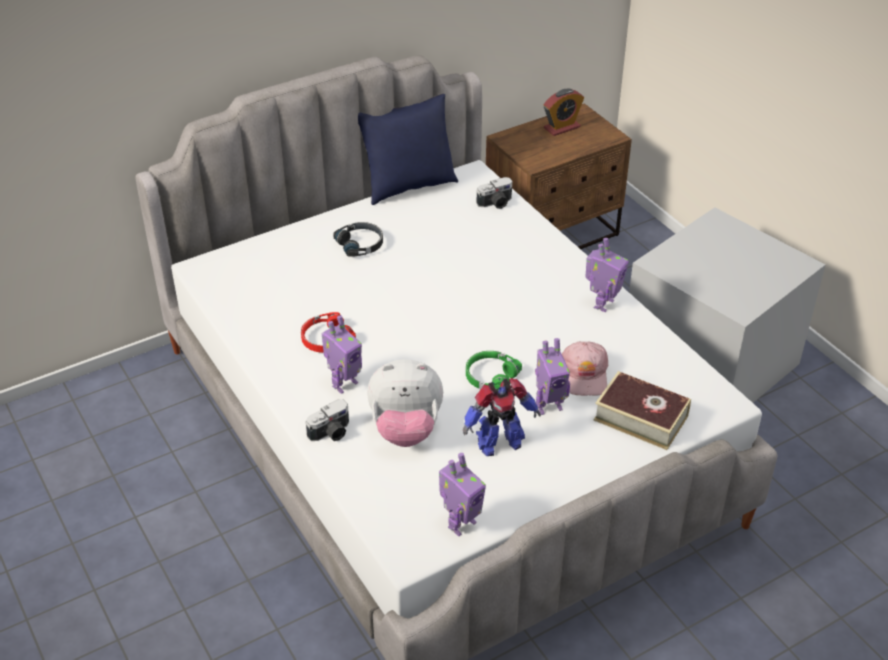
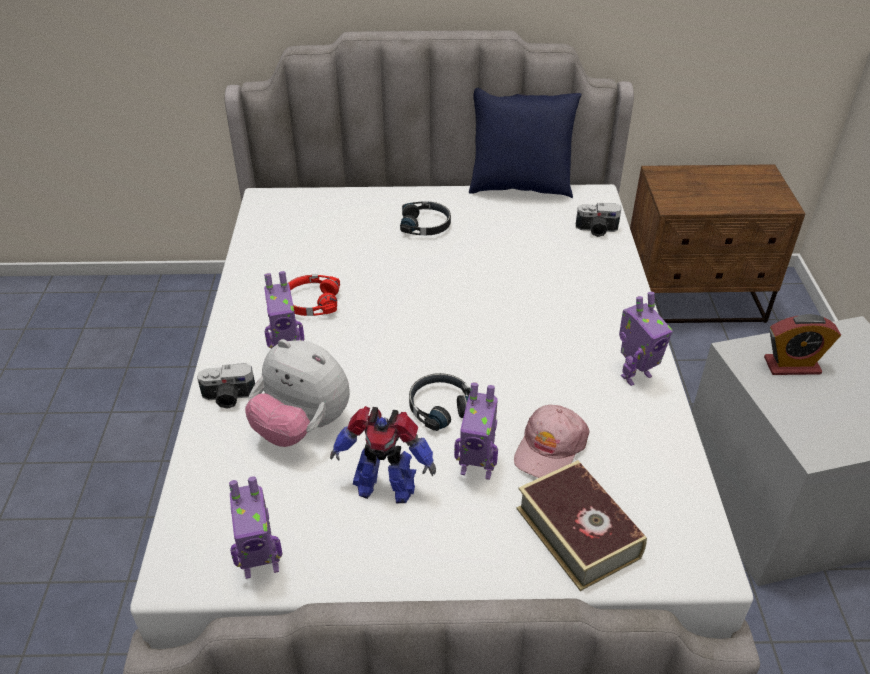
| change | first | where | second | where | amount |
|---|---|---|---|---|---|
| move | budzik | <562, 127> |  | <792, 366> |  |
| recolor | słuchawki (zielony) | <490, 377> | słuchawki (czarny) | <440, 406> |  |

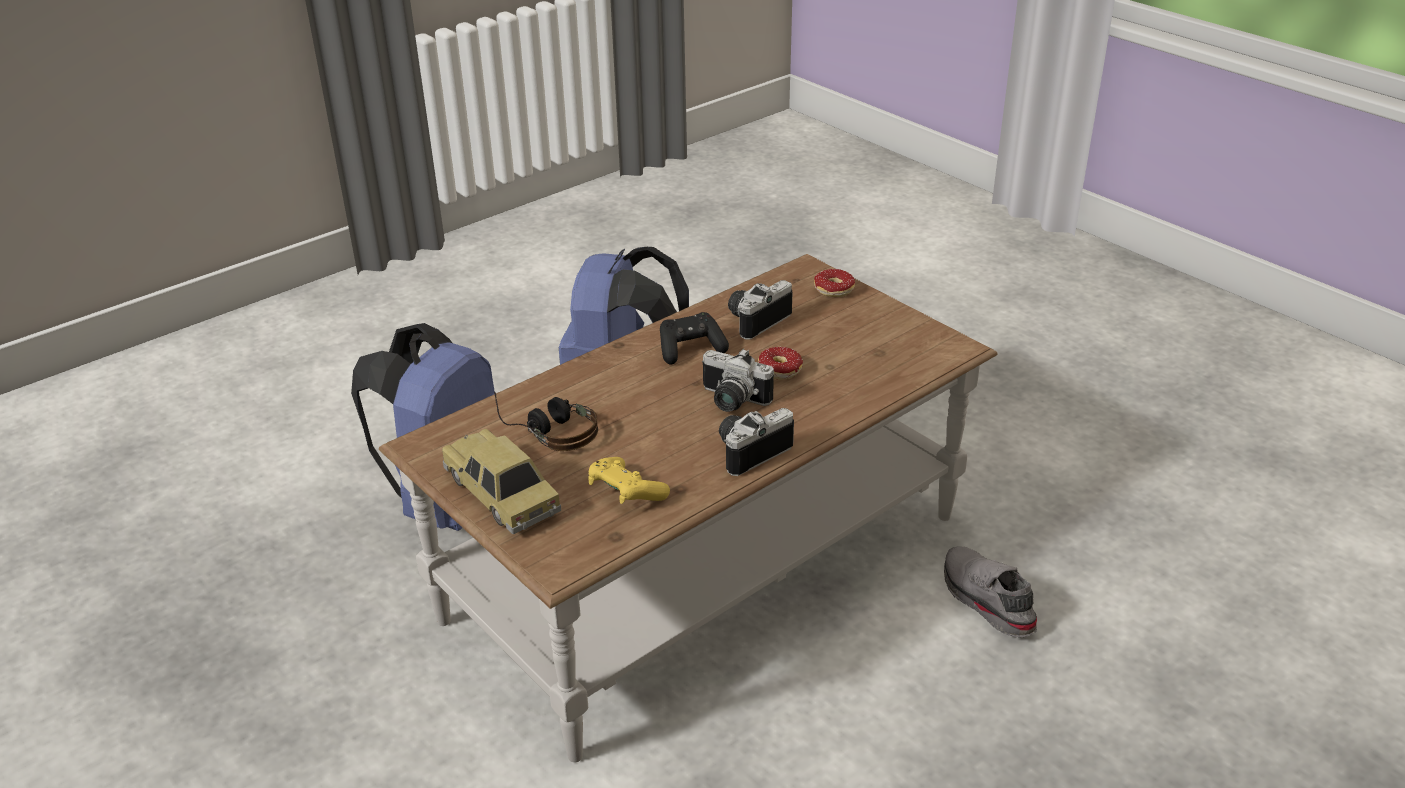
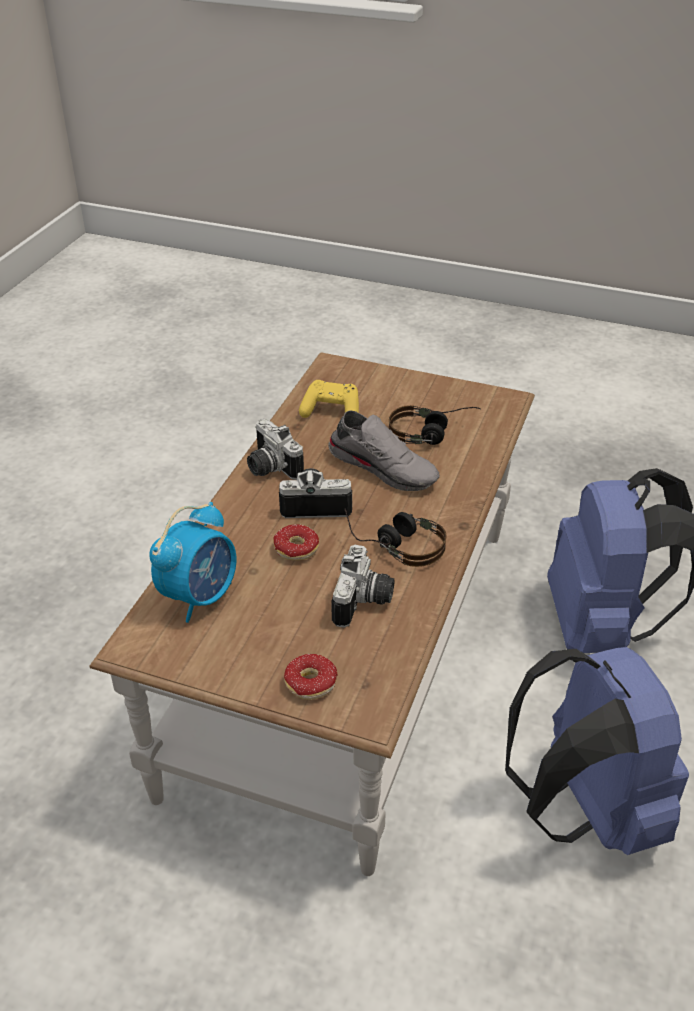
| change | first | where | second | where | amount |
|---|---|---|---|---|---|
| delete | samochodzik | <502, 494> |  |  |  |
| insert |  |  | budzik | <200, 596> |  |
| move | but (szary) | <985, 601> |  | <384, 467> |  |
| replace | pad do gier (czarny) | <690, 349> | słuchawki | <395, 543> |  |
| rotate | aparat fotograficzny | <749, 450> |  | <269, 467> | 120 degrees clockwise |

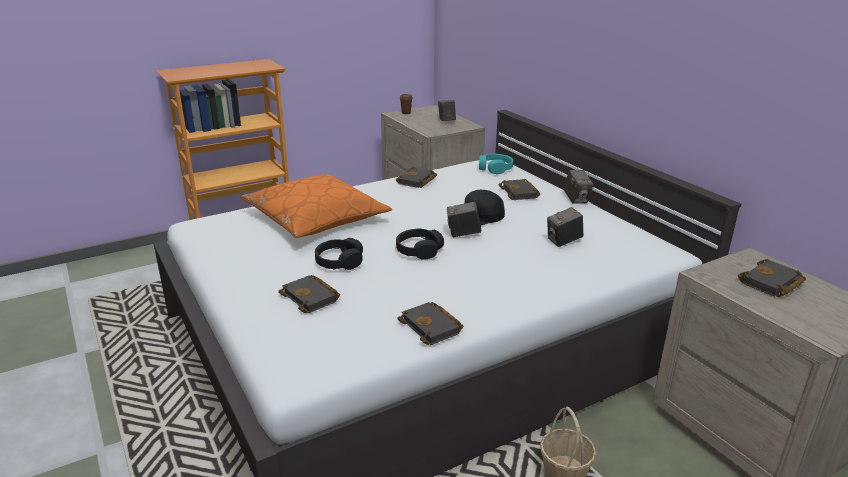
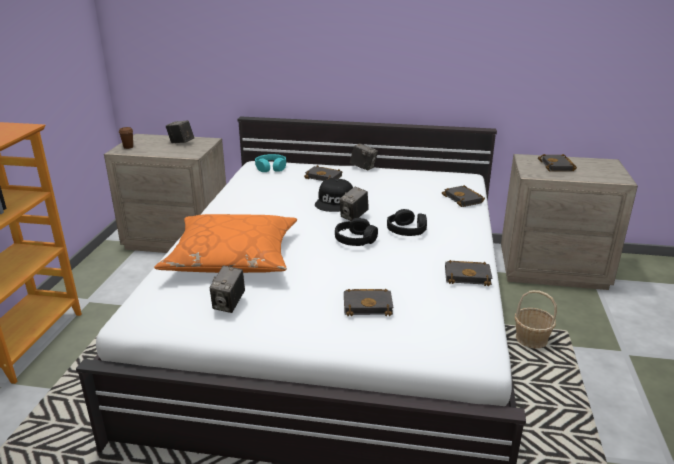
| change | first | where | second | where | amount |
|---|---|---|---|---|---|
| move | słuchawki (czarny) | <339, 262> |  | <407, 230> |  |
| move | książka (czarny) | <417, 181> |  | <464, 199> |  |
| move | aparat fotograficzny | <563, 241> |  | <229, 304> |  |

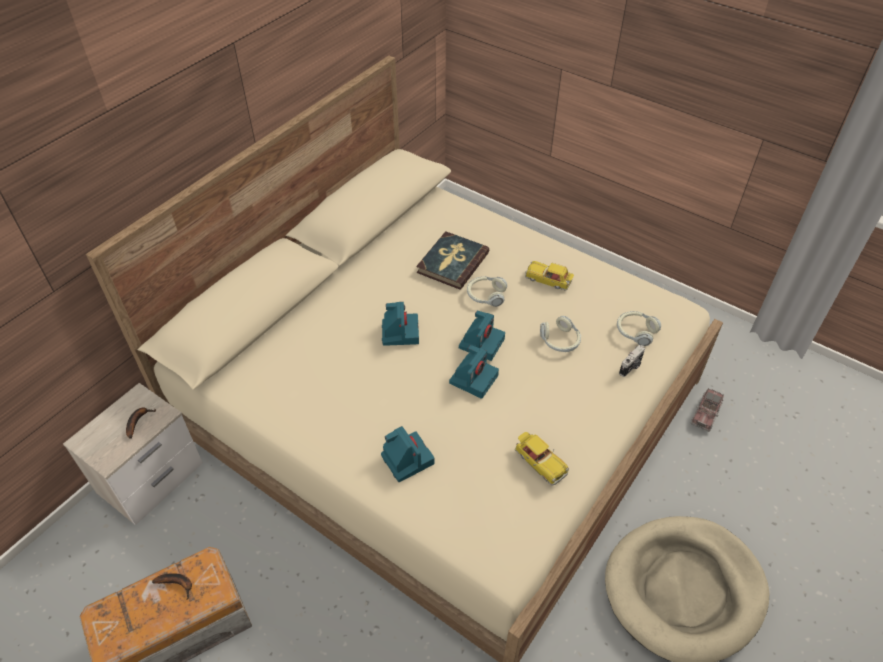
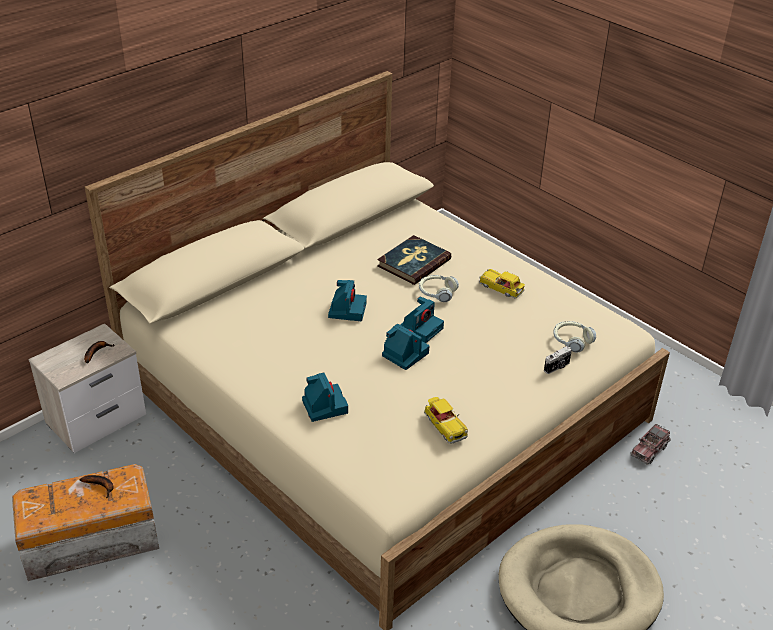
| change | first | where | second | where | amount |
|---|---|---|---|---|---|
| delete | słuchawki | <560, 341> |  |  |  |
| rotate | aparat fotograficzny | <473, 378> |  | <404, 354> | 90 degrees counterclockwise |

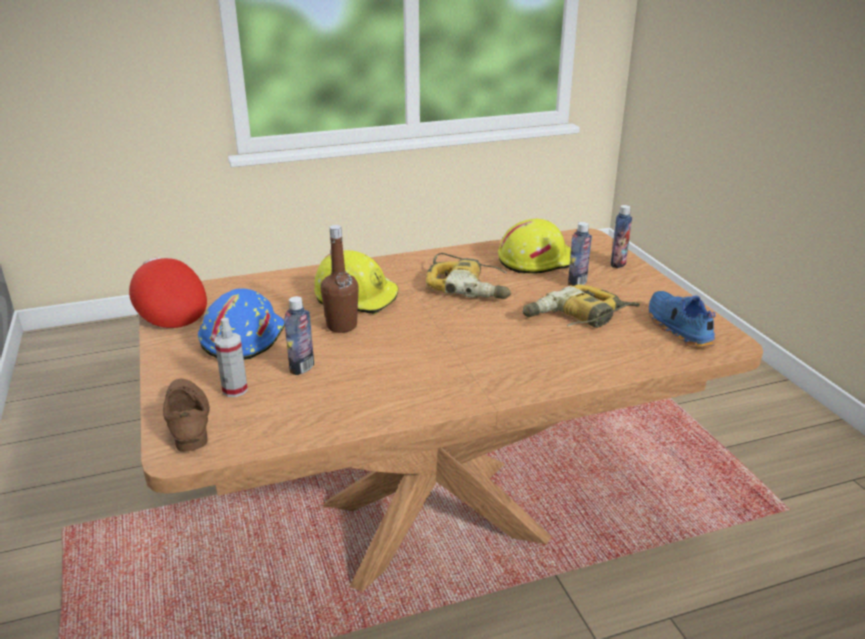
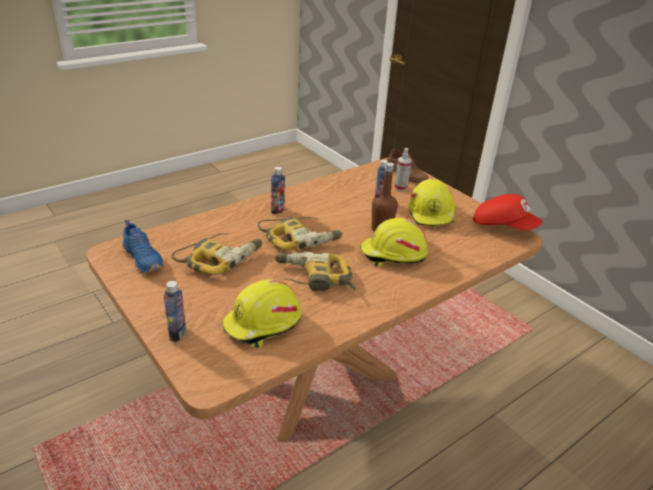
| change | first | where | second | where | amount |
|---|---|---|---|---|---|
| insert |  |  | wiertarka | <300, 238> |  |
| move | butelka | <577, 283> |  | <277, 210> |  |
| recolor | kask (niebieski) | <242, 338> | kask (żółty) | <432, 214> |  |

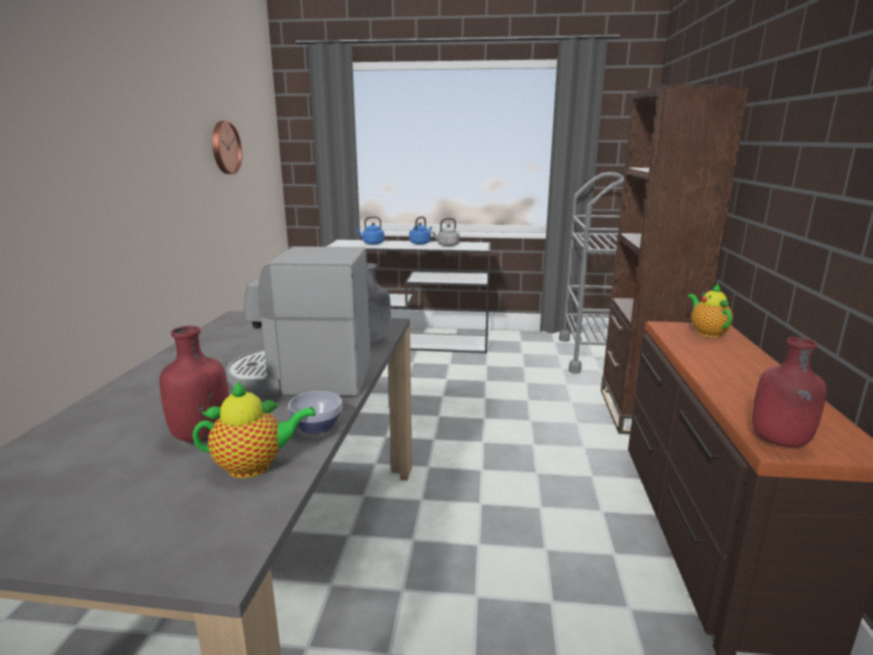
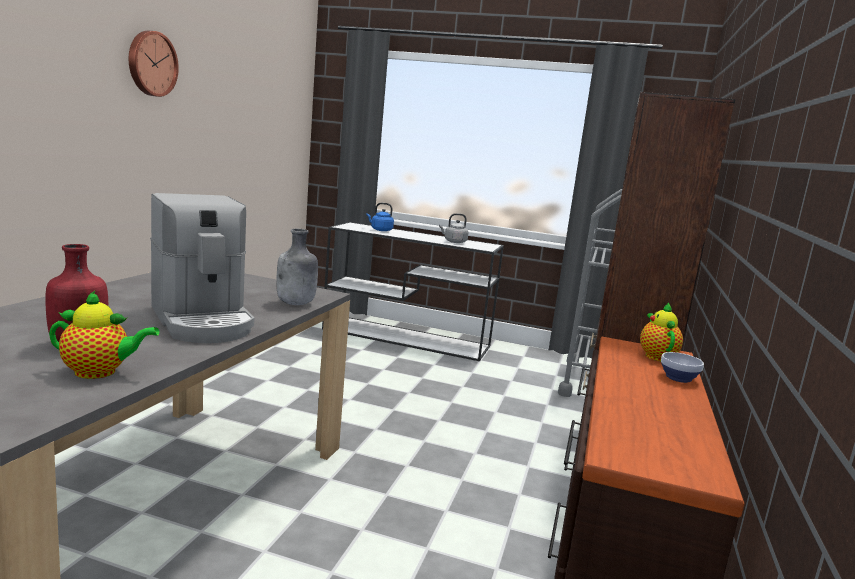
| change | first | where | second | where | amount |
|---|---|---|---|---|---|
| delete | czajnik (niebieski) | <420, 243> |  |  |  |
| delete | butelka (czerwony) | <779, 441> |  |  |  |
| move | zegar ścienny | <224, 147> |  | <151, 63> |  |
| move | miska | <317, 427> |  | <679, 378> |  |
| rotate | ekspres do kawy | <302, 378> |  | <202, 321> | 135 degrees counterclockwise |

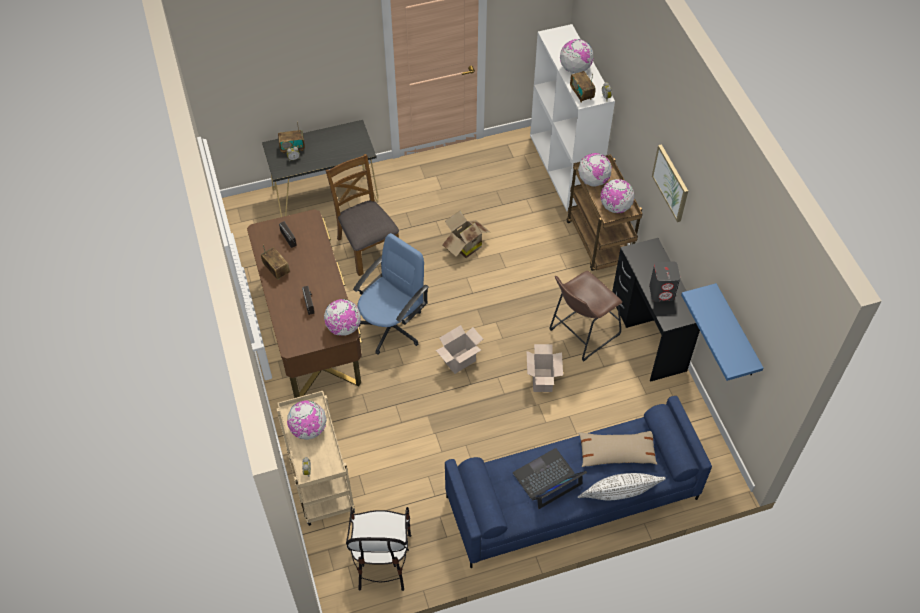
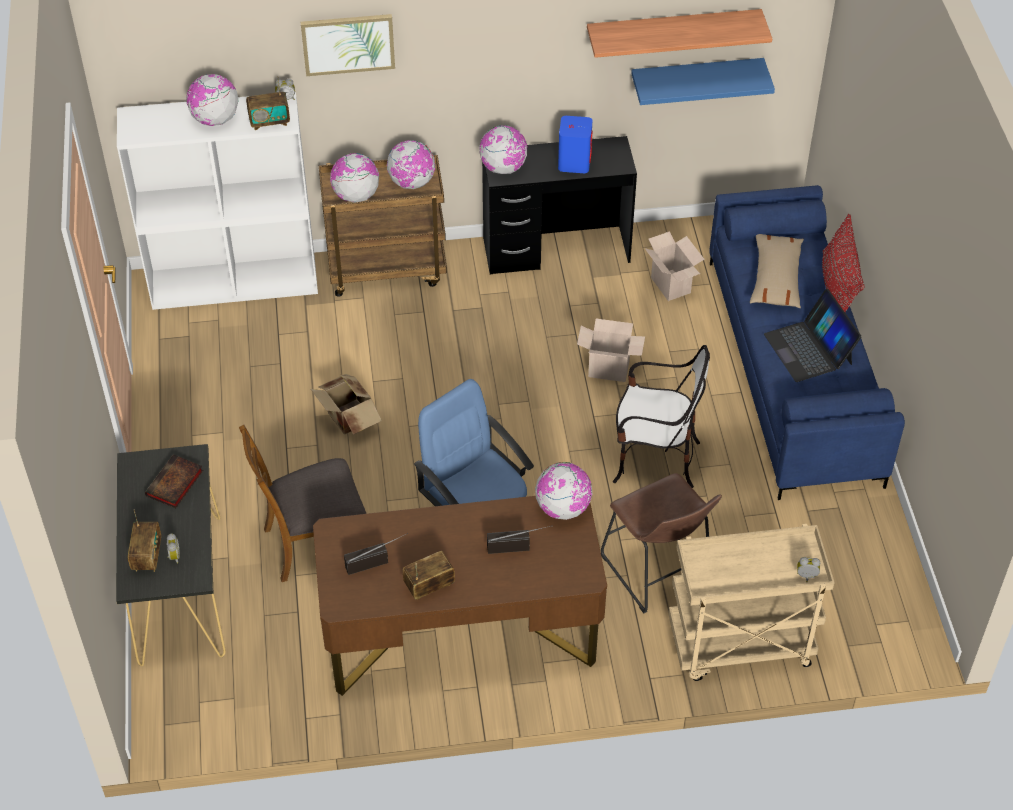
| change | first | where | second | where | amount |
|---|---|---|---|---|---|
| insert |  |  | książka | <174, 485> |  |
| insert |  |  | półka | <673, 32> |  |
| move | globus | <308, 429> |  | <503, 168> |  |
| move | krzesło | <382, 560> |  | <654, 460> |  |
| move | karton | <459, 362> |  | <672, 286> |  |
| move | stołek (brązowy) | <581, 334> |  | <658, 573> |  |
| move | obraz | <671, 182> |  | <348, 43> |  |
| recolor | poduszka (biały) | <618, 496> | poduszka (czerwony) | <837, 288> |  |
| recolor | głośnik (szary) | <662, 292> | głośnik (niebieski) | <574, 162> |  |

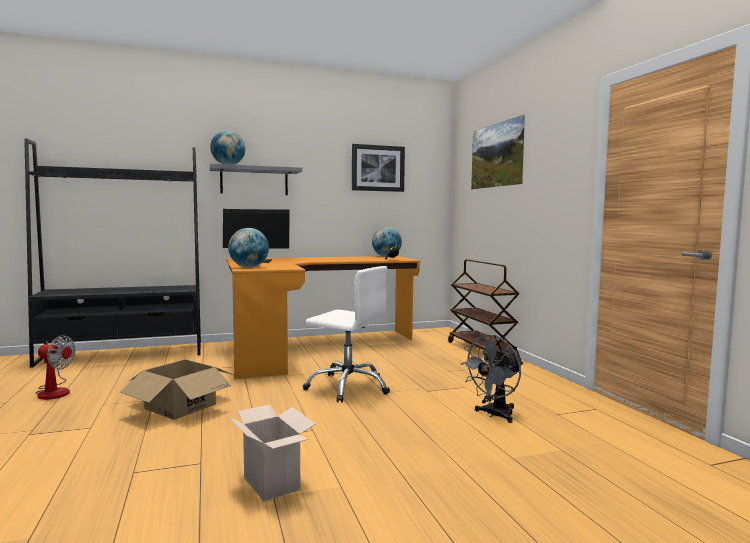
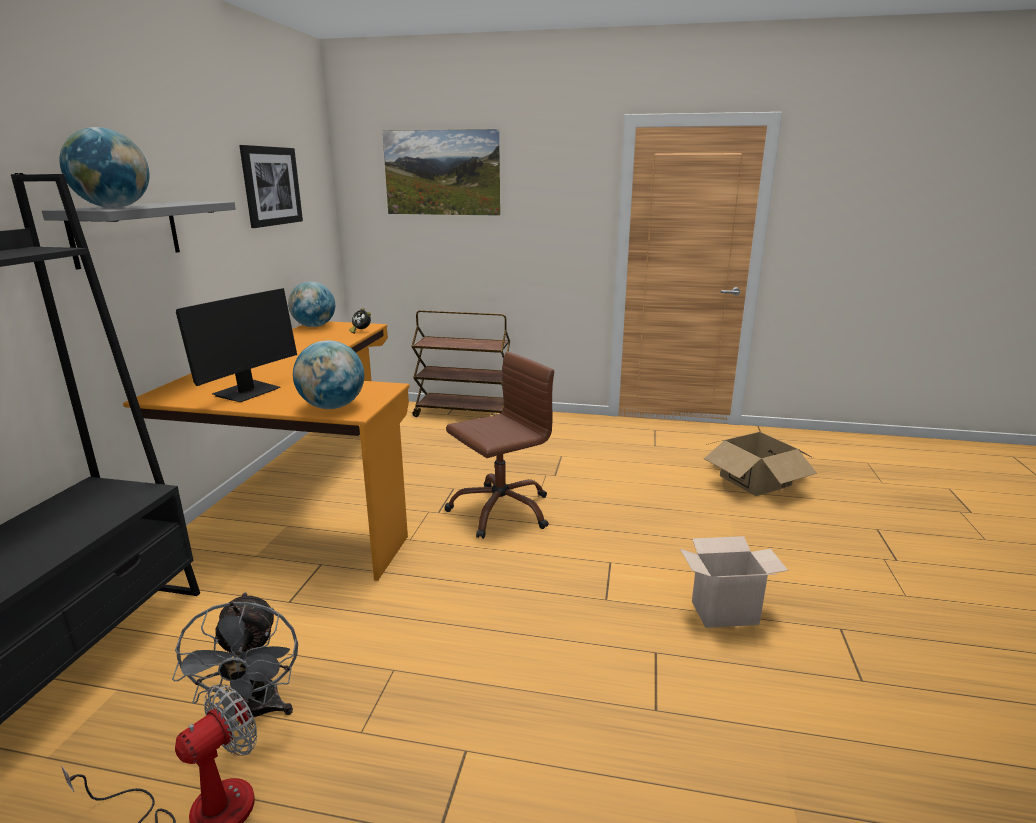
| change | first | where | second | where | amount |
|---|---|---|---|---|---|
| move | karton | <181, 406> |  | <754, 480> |  |
| move | wentylator (szary) | <494, 415> |  | <254, 713> |  |
| recolor | krzesło biurowe (biały) | <348, 387> | krzesło biurowe (brązowy) | <500, 510> |  |

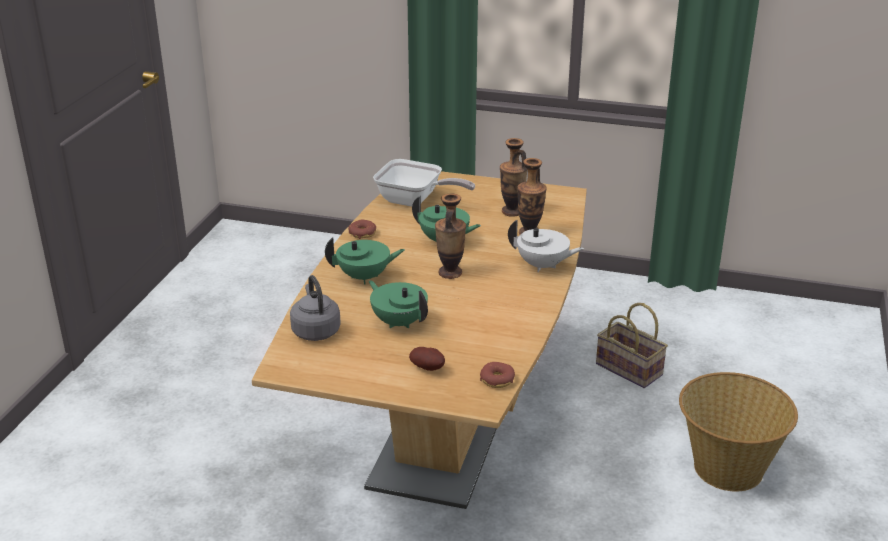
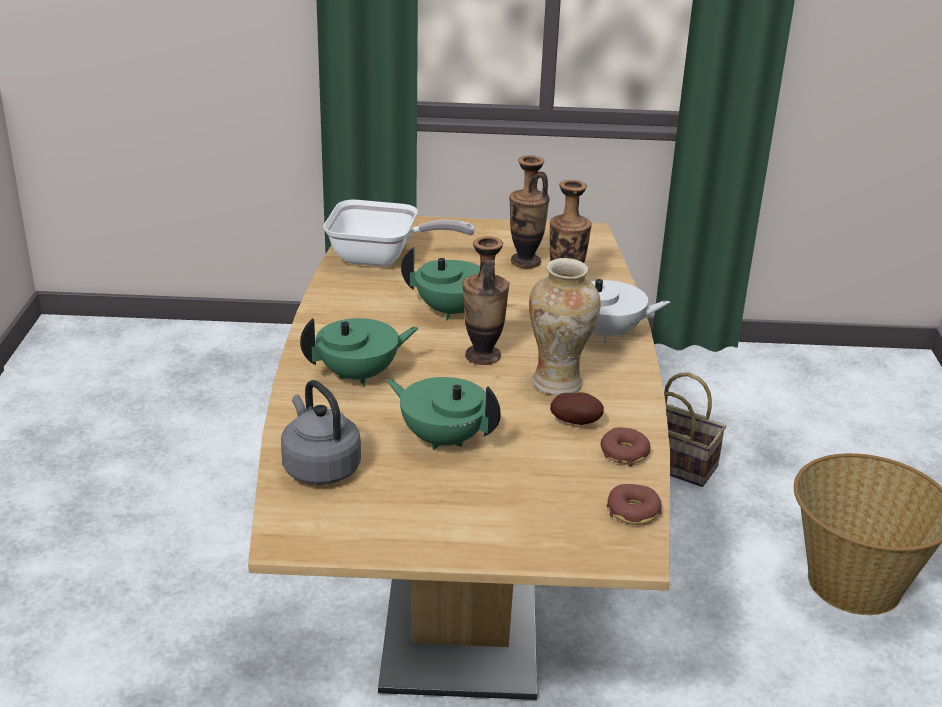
| change | first | where | second | where | amount |
|---|---|---|---|---|---|
| insert |  |  | wazon | <558, 383> |  |
| move | donut | <362, 233> |  | <624, 453> |  |
| move | ziemniak | <429, 368> |  | <577, 422> |  |

